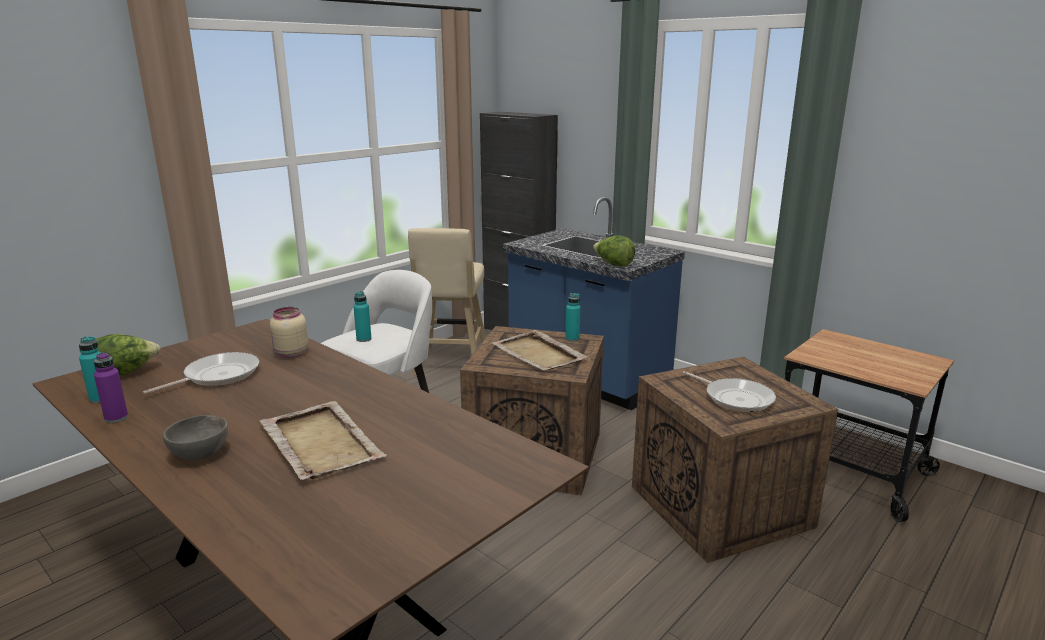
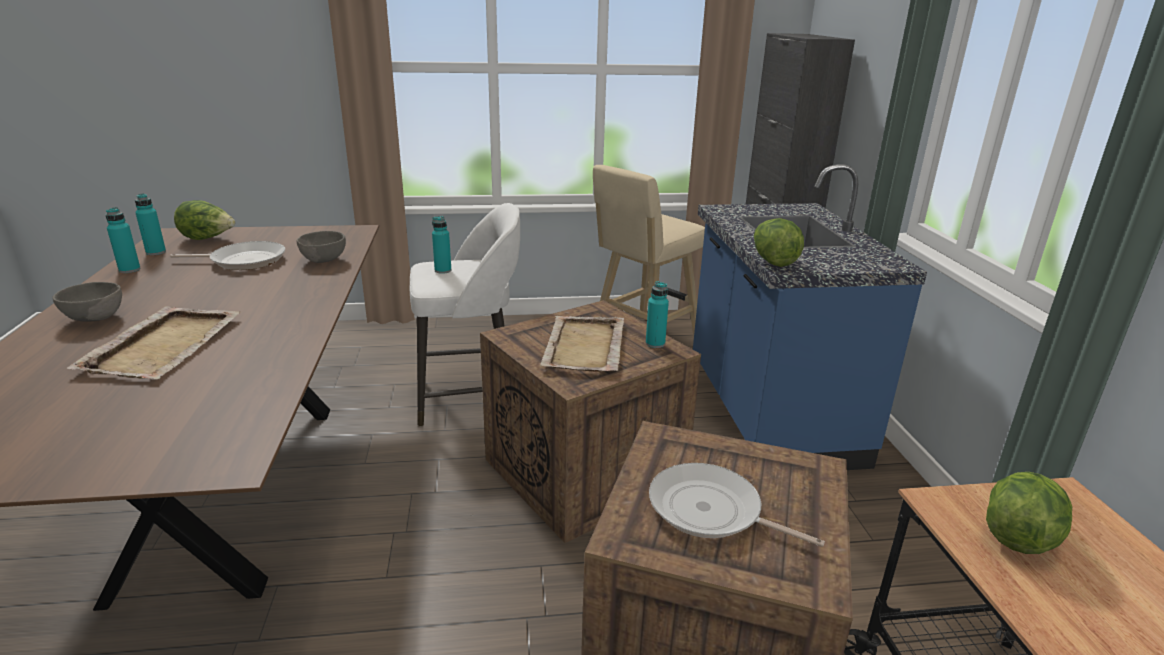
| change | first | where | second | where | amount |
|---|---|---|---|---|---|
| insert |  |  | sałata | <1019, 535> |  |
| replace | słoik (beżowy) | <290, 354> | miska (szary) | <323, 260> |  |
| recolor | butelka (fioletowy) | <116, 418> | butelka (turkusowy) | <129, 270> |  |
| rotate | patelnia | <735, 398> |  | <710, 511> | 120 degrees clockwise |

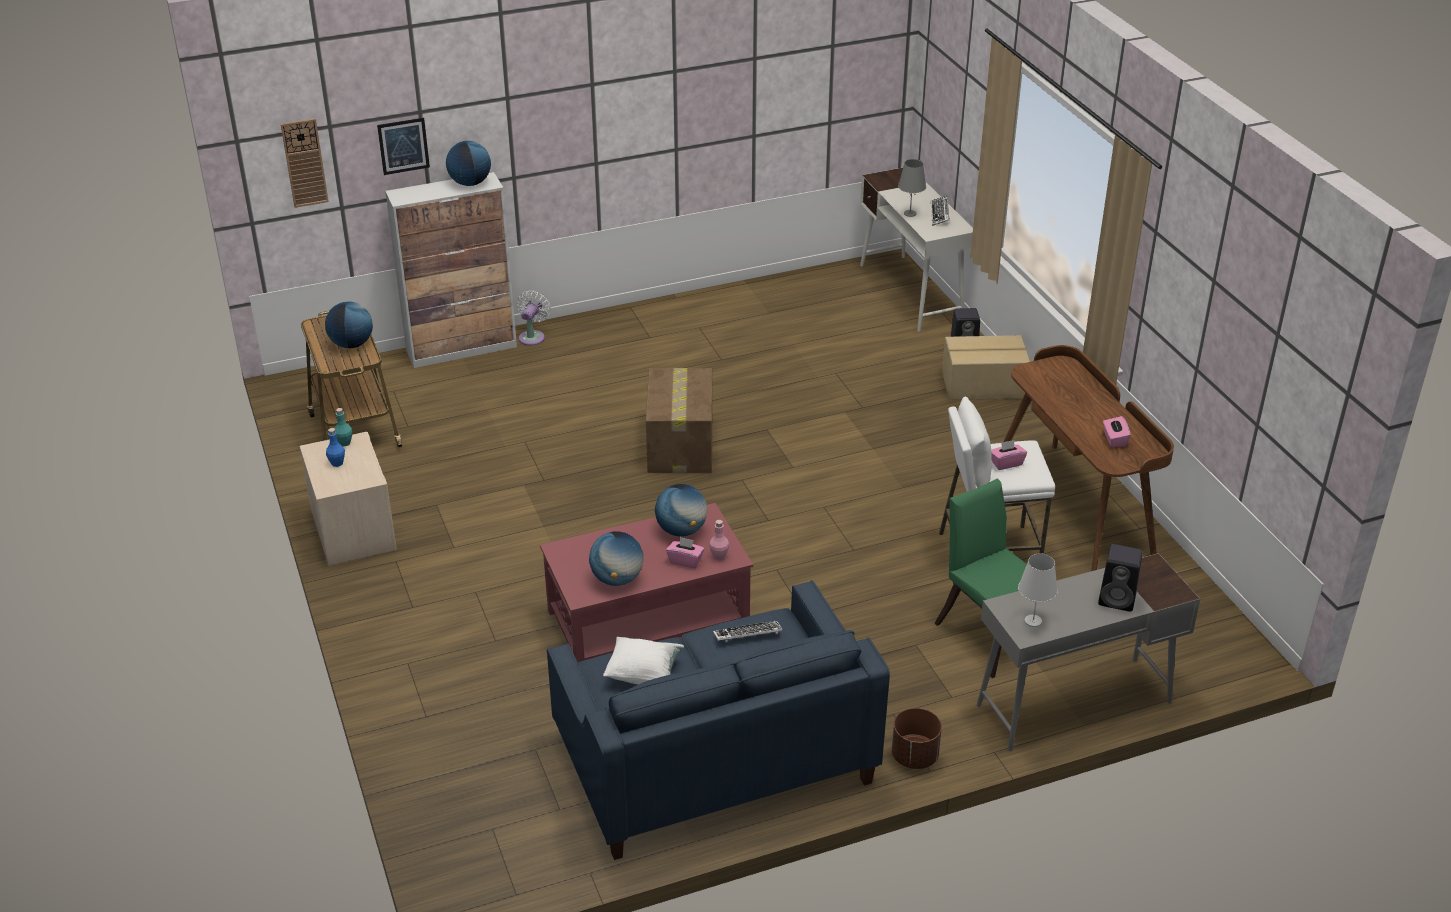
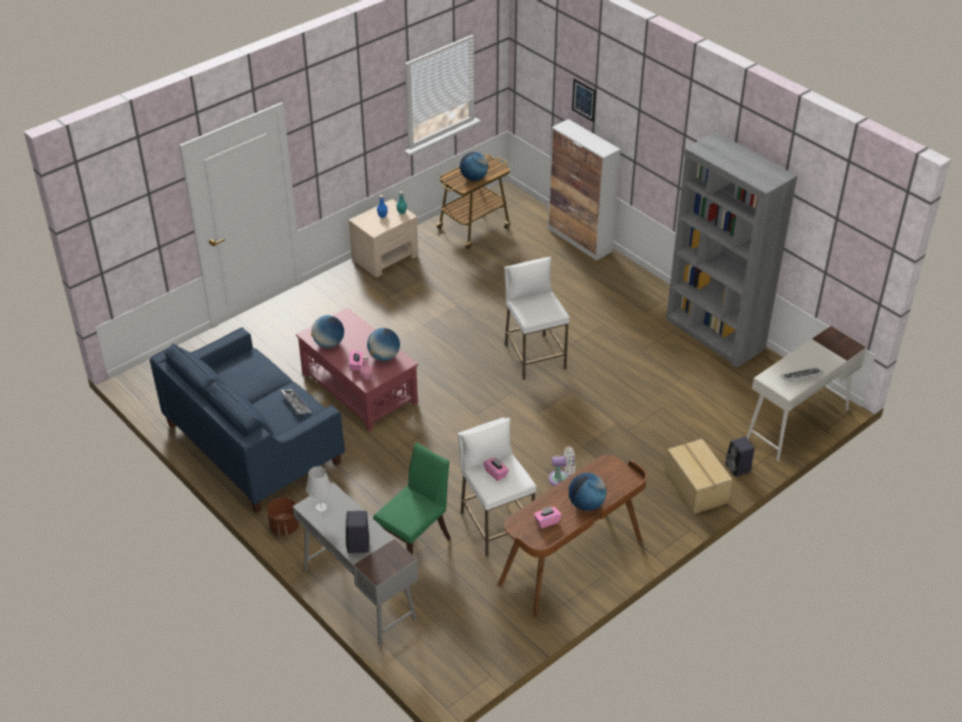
| change | first | where | second | where | amount |
|---|---|---|---|---|---|
| delete | zegar ścienny | <304, 162> |  |  |  |
| delete | poduszka (biały) | <644, 673> |  |  |  |
| delete | lampa stołowa (szary) | <910, 213> |  |  |  |
| insert |  |  | regał (szary) | <714, 334> |  |
| move | globus | <470, 183> |  | <586, 504> |  |
| move | wentylator (biały) | <532, 336> |  | <561, 478> |  |
| replace | karton | <680, 444> | stołek (biały) | <534, 356> |  |

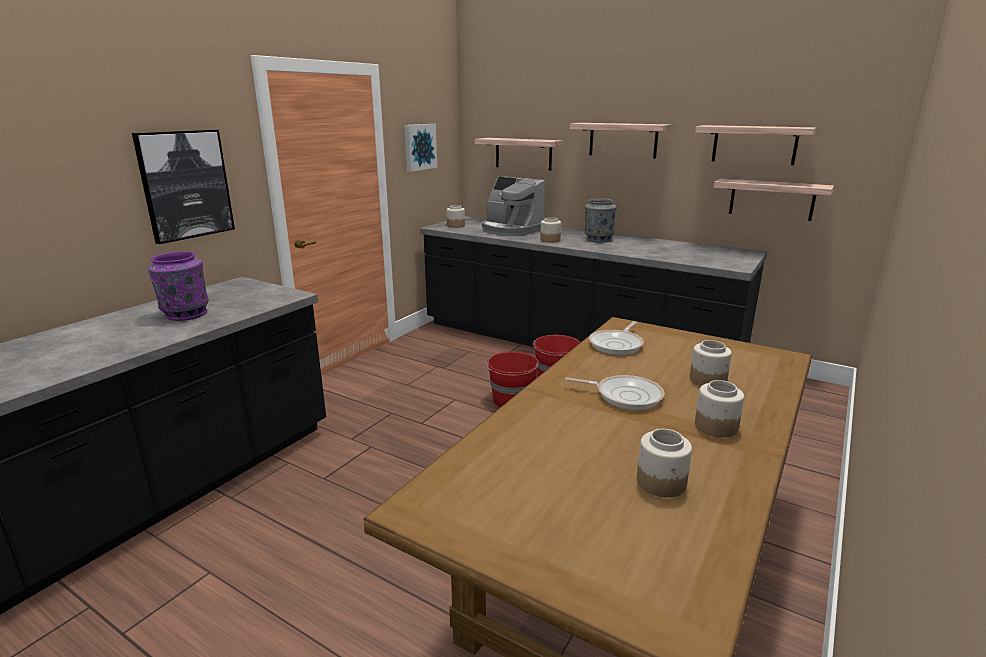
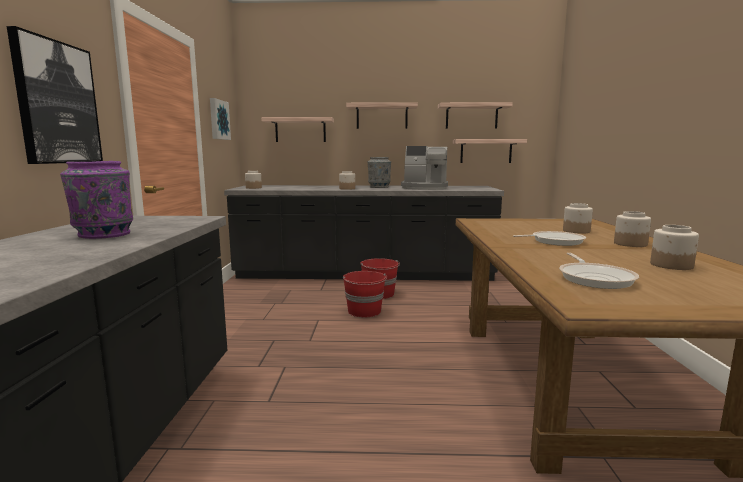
| change | first | where | second | where | amount |
|---|---|---|---|---|---|
| move | ekspres do kawy | <510, 230> |  | <425, 188> |  |
| move | patelnia | <617, 344> |  | <595, 278> |  |

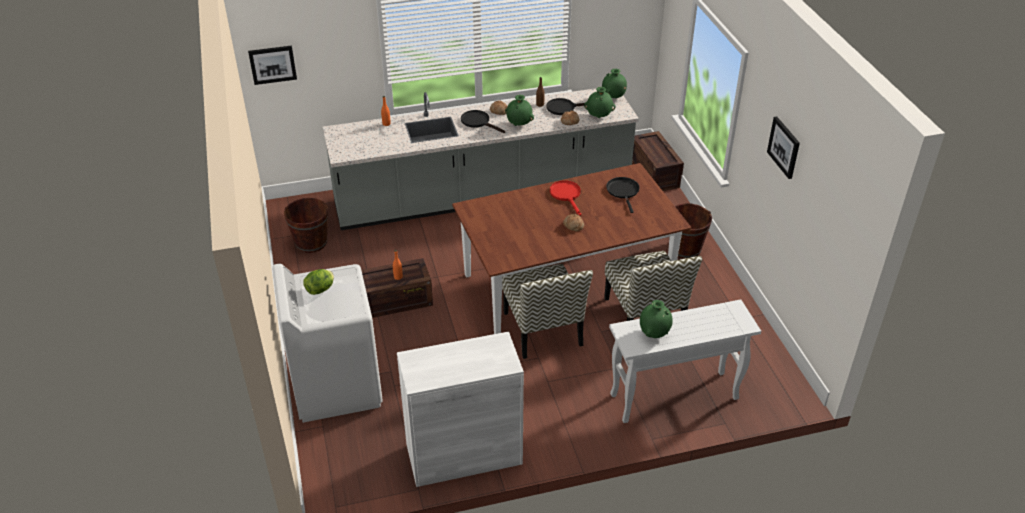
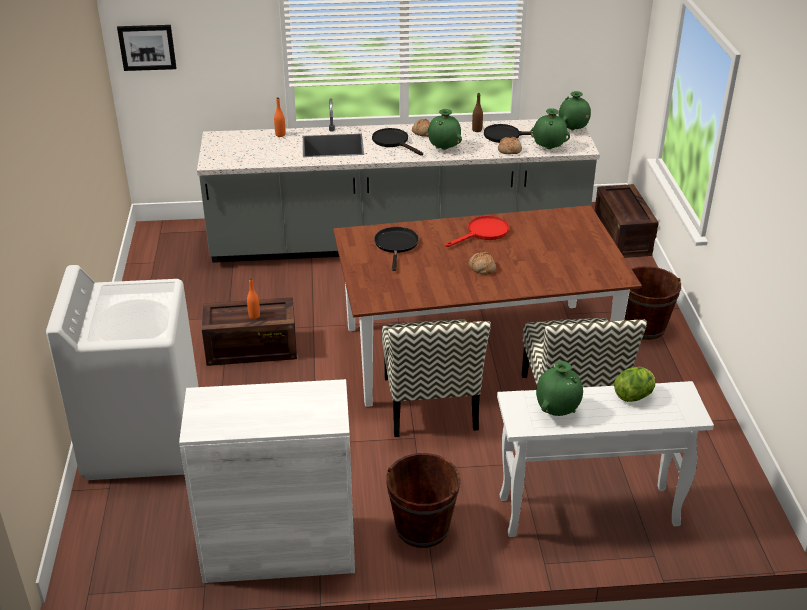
| change | first | where | second | where | amount |
|---|---|---|---|---|---|
| delete | obraz | <784, 147> |  |  |  |
| move | wiadro (brązowy) | <311, 243> |  | <422, 528> |  |
| move | sałata | <320, 289> |  | <634, 396> |  |
| move | patelnia (czarny) | <623, 191> |  | <396, 245> |  |
| rotate | patelnia (czerwony) | <567, 195> |  | <483, 233> | 60 degrees clockwise |

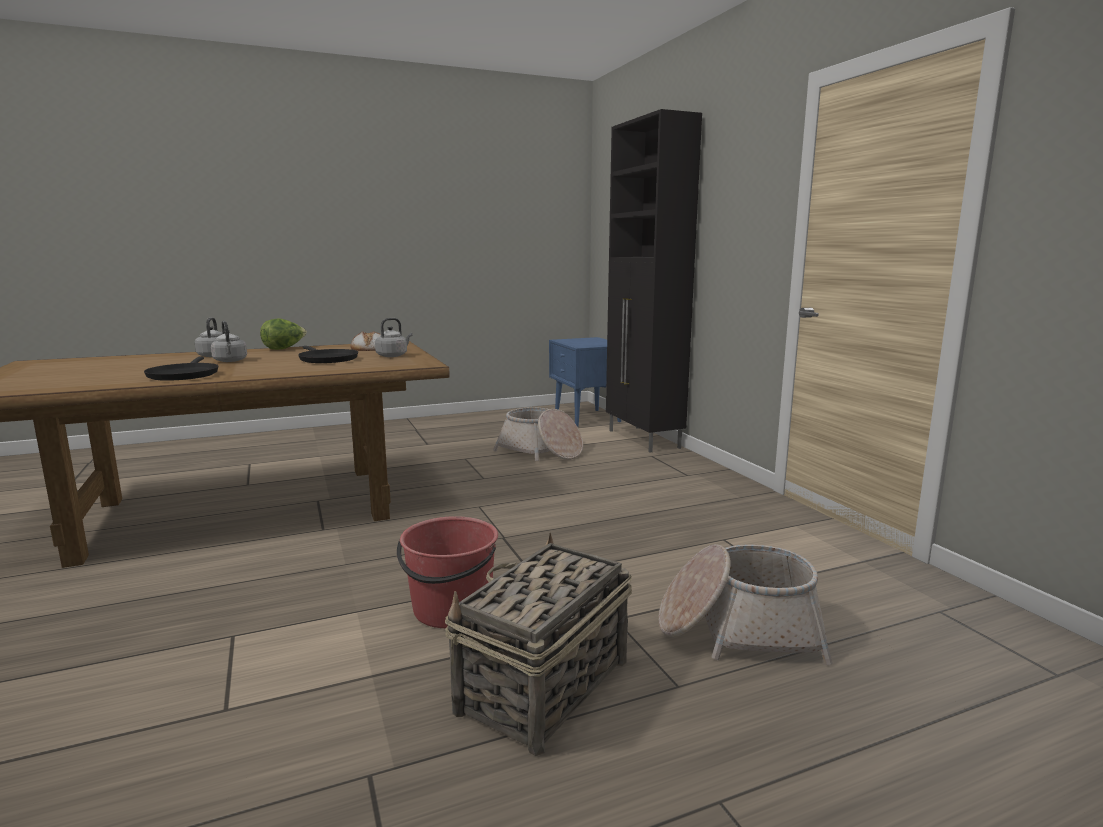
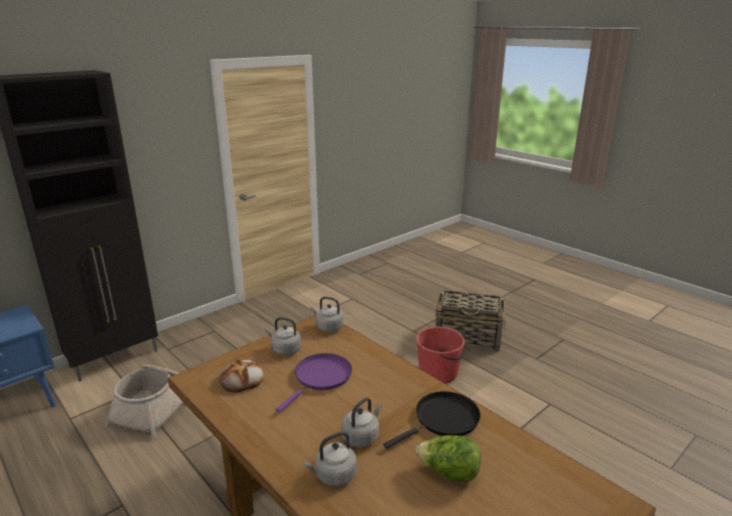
| change | first | where | second | where | amount |
|---|---|---|---|---|---|
| delete | koszyk | <738, 630> |  |  |  |
| insert |  |  | czajnik (szary) | <328, 327> |  |
| move | sałata | <284, 349> |  | <449, 473> |  |
| recolor | patelnia (czarny) | <327, 359> | patelnia (fioletowy) | <321, 377> |  |

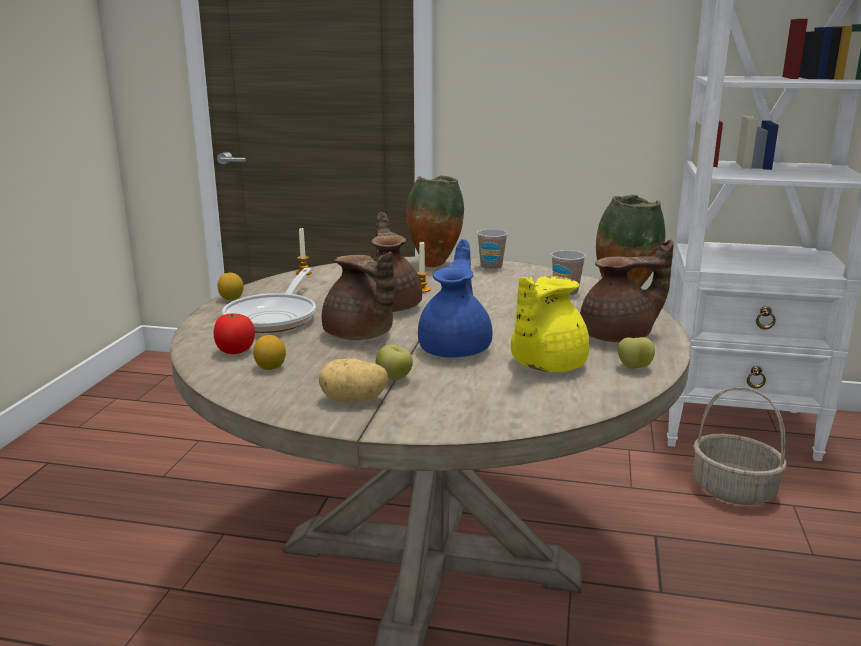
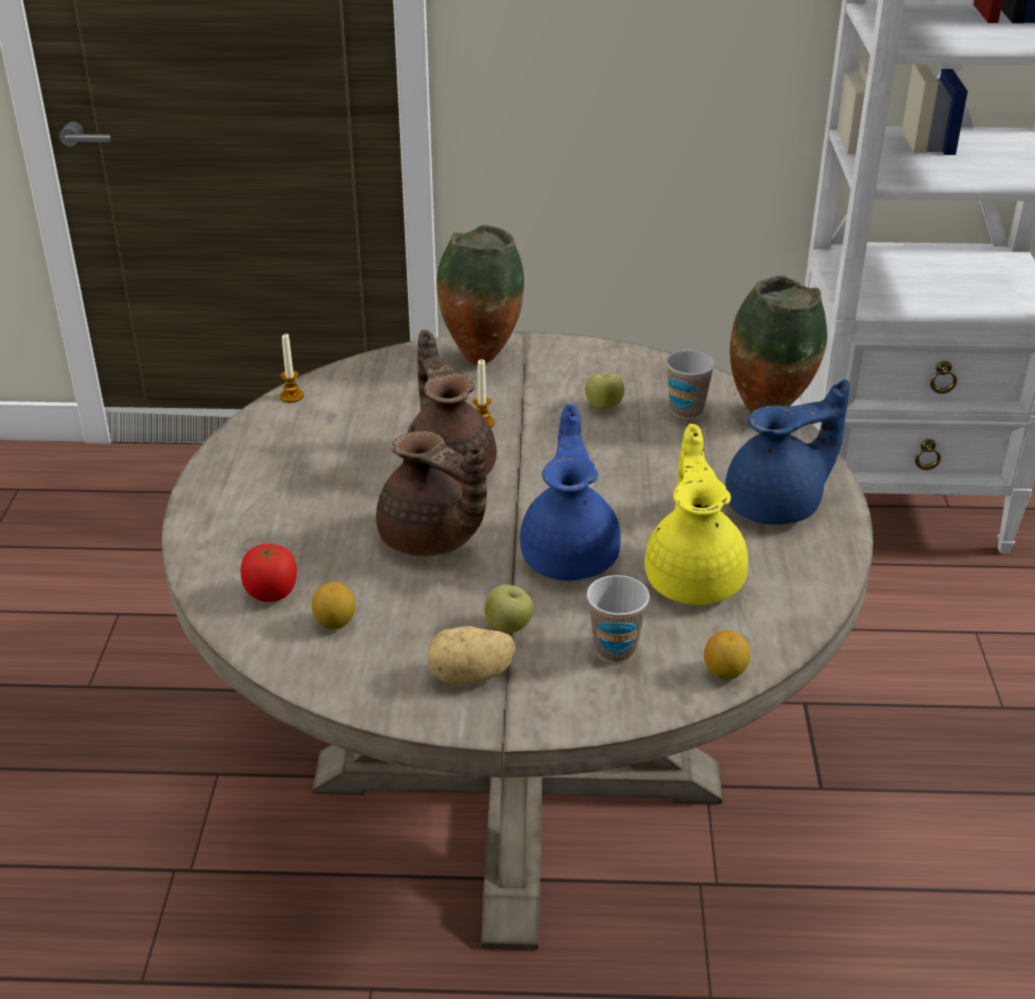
| change | first | where | second | where | amount |
|---|---|---|---|---|---|
| delete | patelnia | <274, 317> |  |  |  |
| delete | koszyk | <732, 490> |  |  |  |
| move | cytryna | <231, 299> |  | <725, 672> |  |
| move | filiżanka | <491, 267> |  | <615, 649> |  |
| move | jabłko | <634, 368> |  | <604, 407> |  |
| recolor | imbryk (brązowy) | <619, 337> | imbryk (niebieski) | <777, 506> |  |
| rotate | imbryk (żółty) | <545, 365> |  | <694, 577> | 150 degrees clockwise |

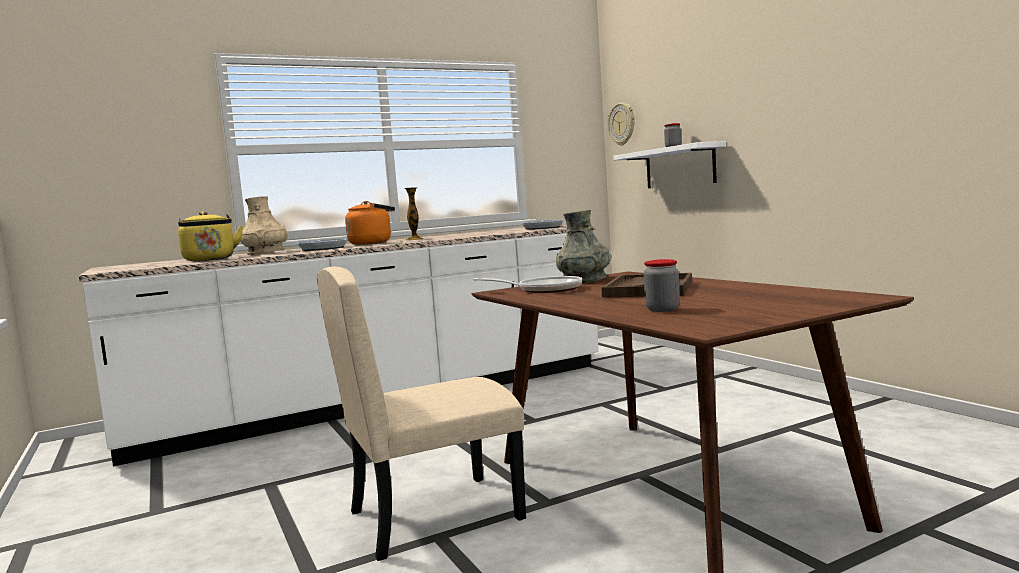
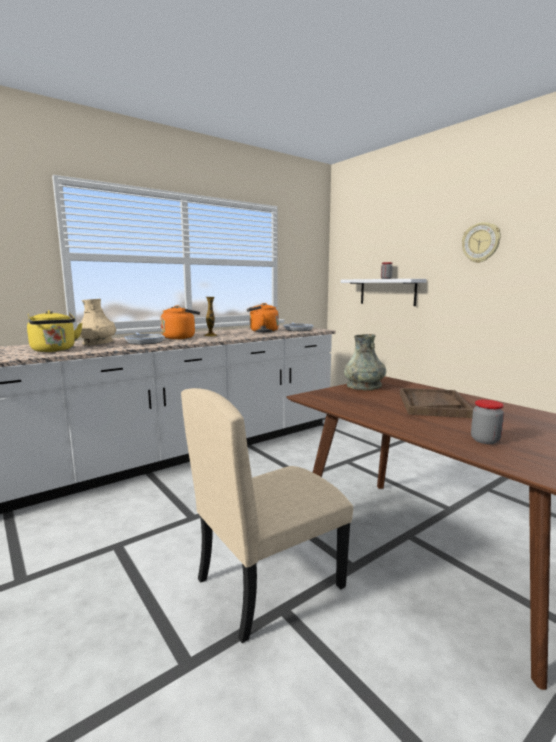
| change | first | where | second | where | amount |
|---|---|---|---|---|---|
| delete | patelnia | <544, 290> |  |  |  |
| insert |  |  | czajnik (pomarańczowy) | <262, 331> |  |
| move | zegar ścienny | <622, 124> |  | <481, 242> |  |

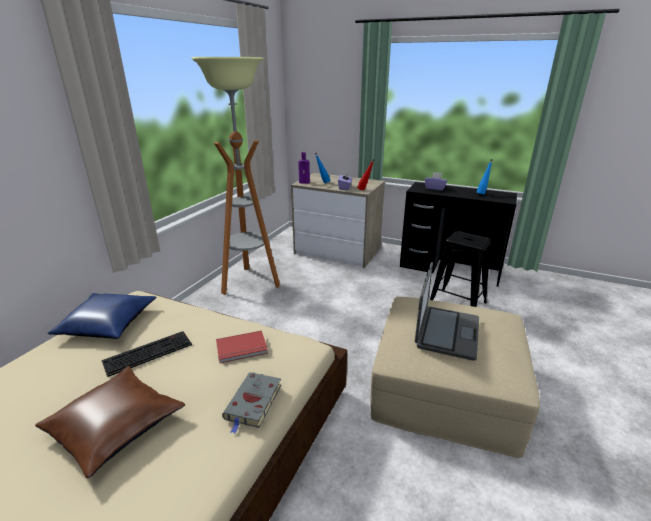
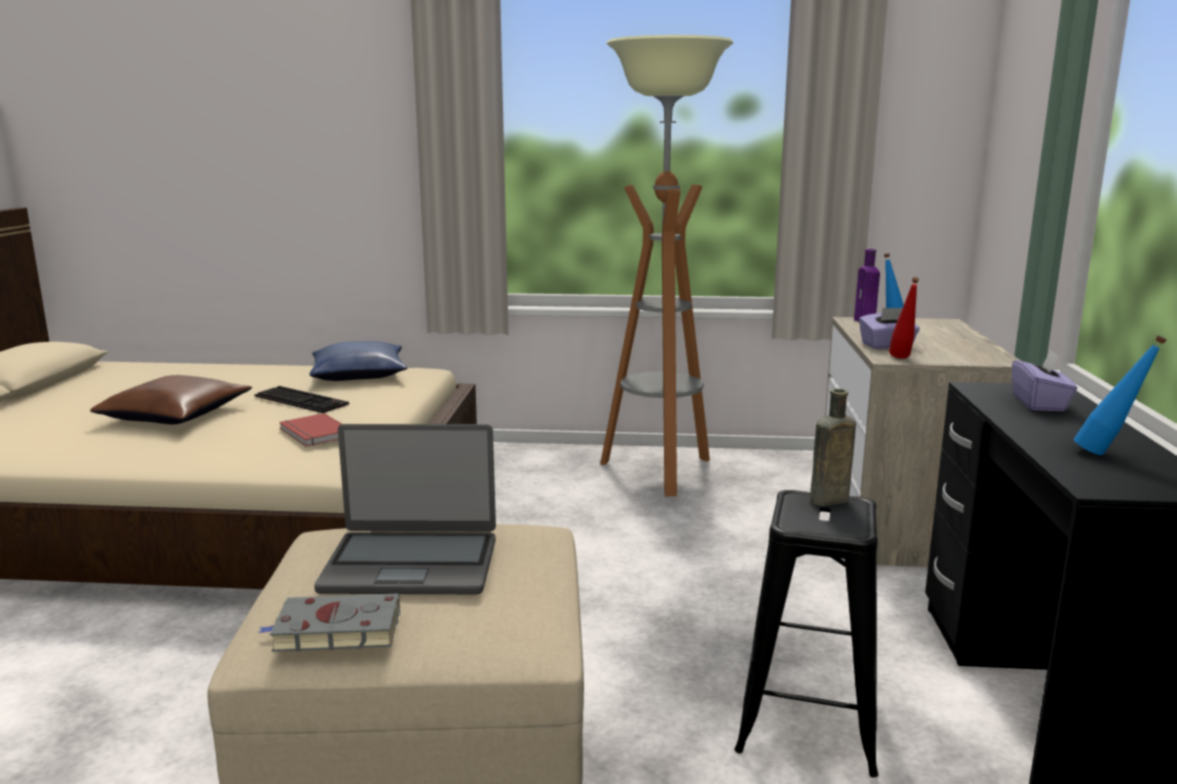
| change | first | where | second | where | amount |
|---|---|---|---|---|---|
| insert |  |  | butelka (brązowy) | <826, 500> |  |
| move | książka (szary) | <253, 403> |  | <334, 630> |  |

